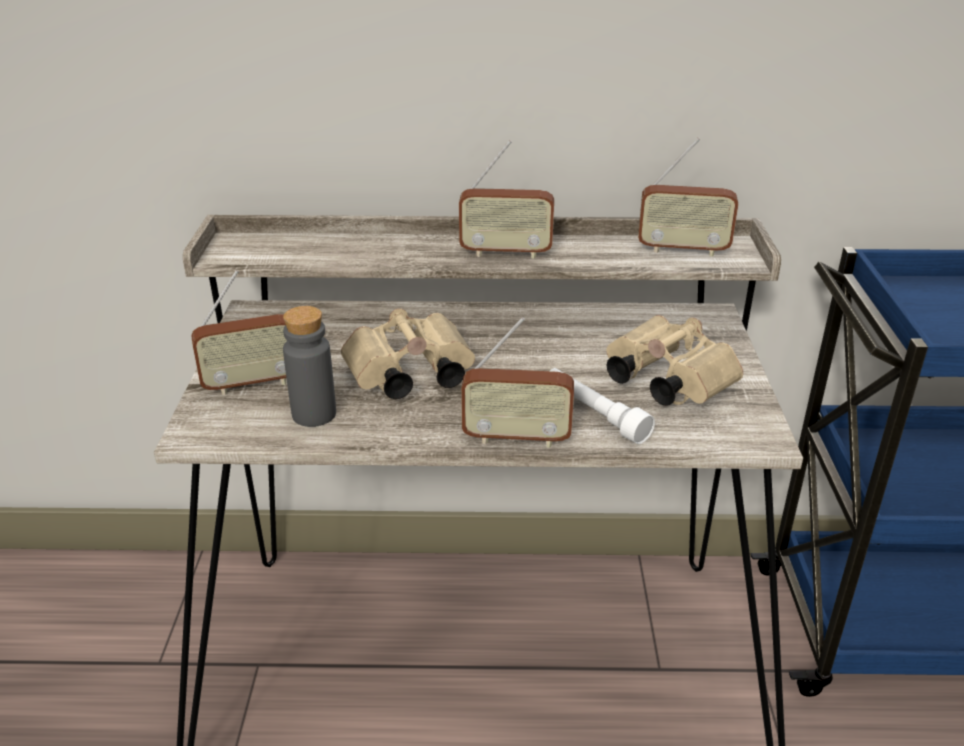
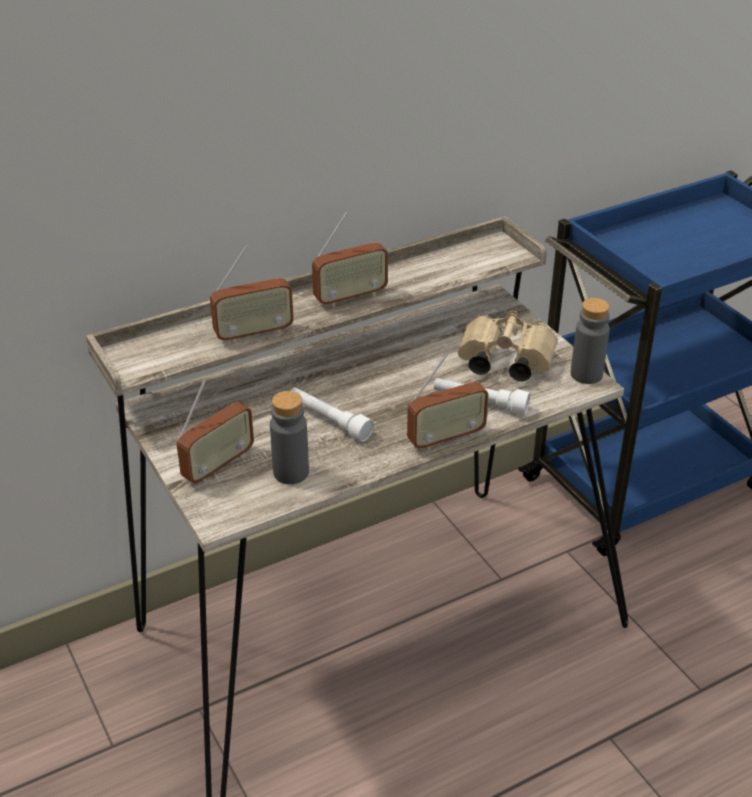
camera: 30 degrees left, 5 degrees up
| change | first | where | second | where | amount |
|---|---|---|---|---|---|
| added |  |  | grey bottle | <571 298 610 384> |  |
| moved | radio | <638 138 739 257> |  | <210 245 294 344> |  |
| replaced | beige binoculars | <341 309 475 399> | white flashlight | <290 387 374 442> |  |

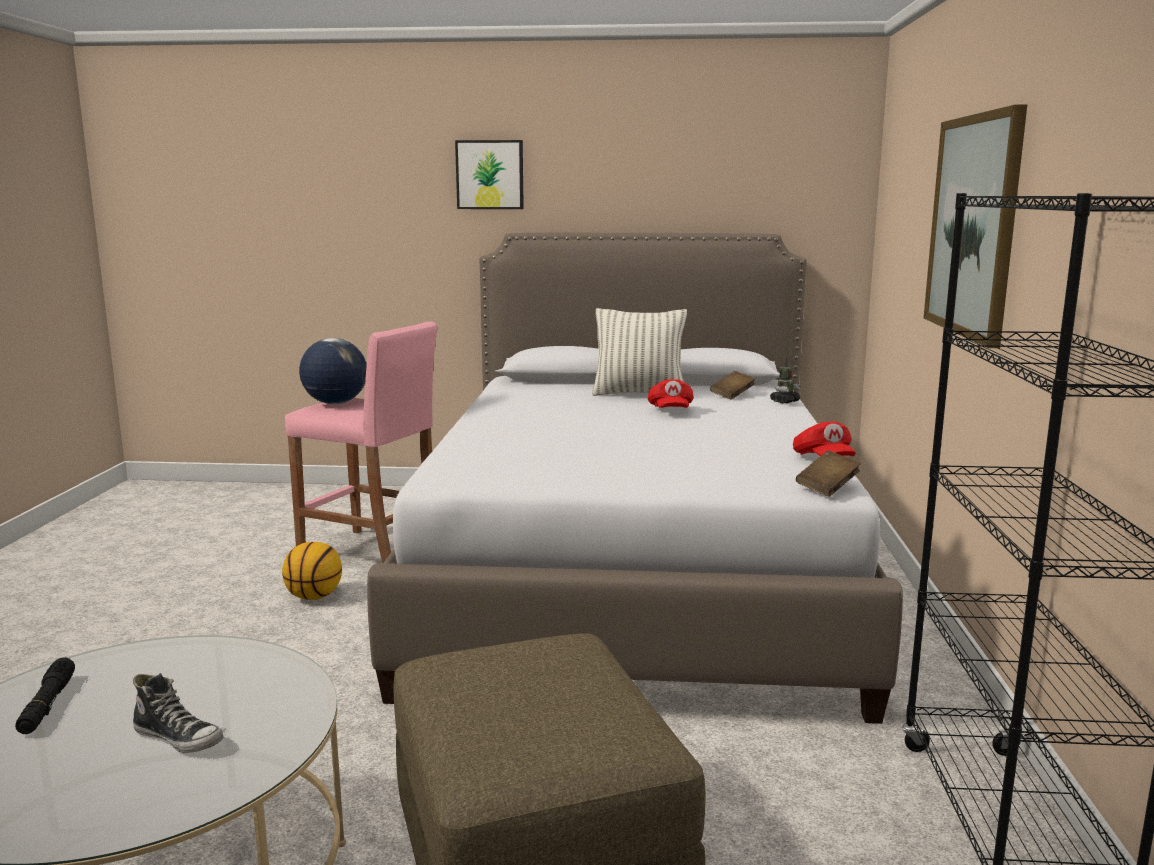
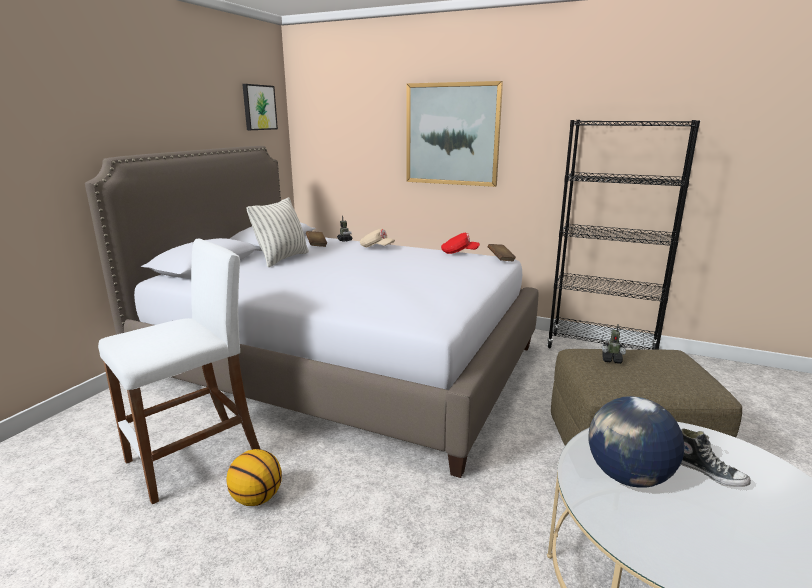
camera: 70 degrees left, 5 degrees up
| change | first | where | second | where | amount |
|---|---|---|---|---|---|
| removed | black flashlight | <15 658 75 734> |  |  |  |
| removed | red cap | <648 379 694 408> |  |  |  |
| added |  |  | beige cap | <360 229 395 247> |  |
| added |  |  | toy robot | <602 324 626 364> |  |
| moved | globe | <299 338 367 404> |  | <589 396 685 487> |  |
| moved | picture | <455 140 524 209> |  | <242 84 278 130> |  |
| recoloured | pink stool | <285 321 437 563> | white stool | <98 238 261 504> |  |
| turned | shoe | <133 673 224 753> |  | <681 428 751 487> | 90 degrees clockwise |

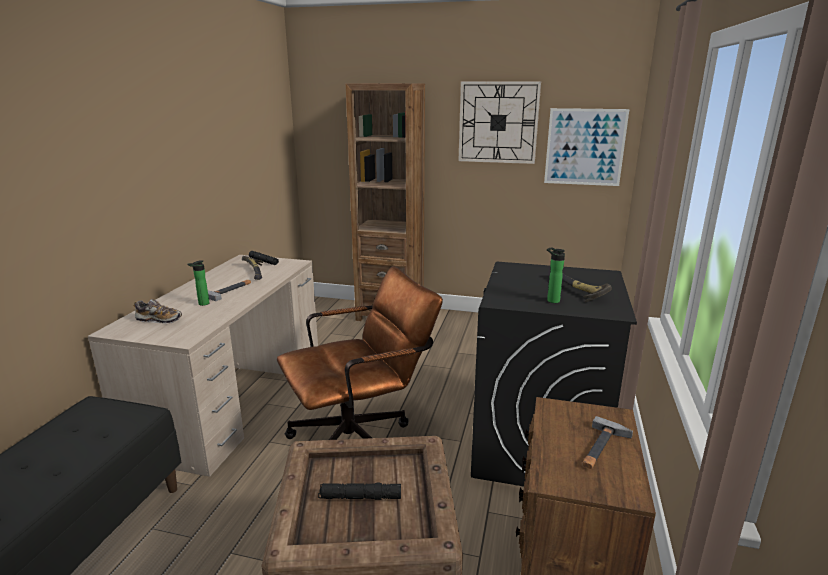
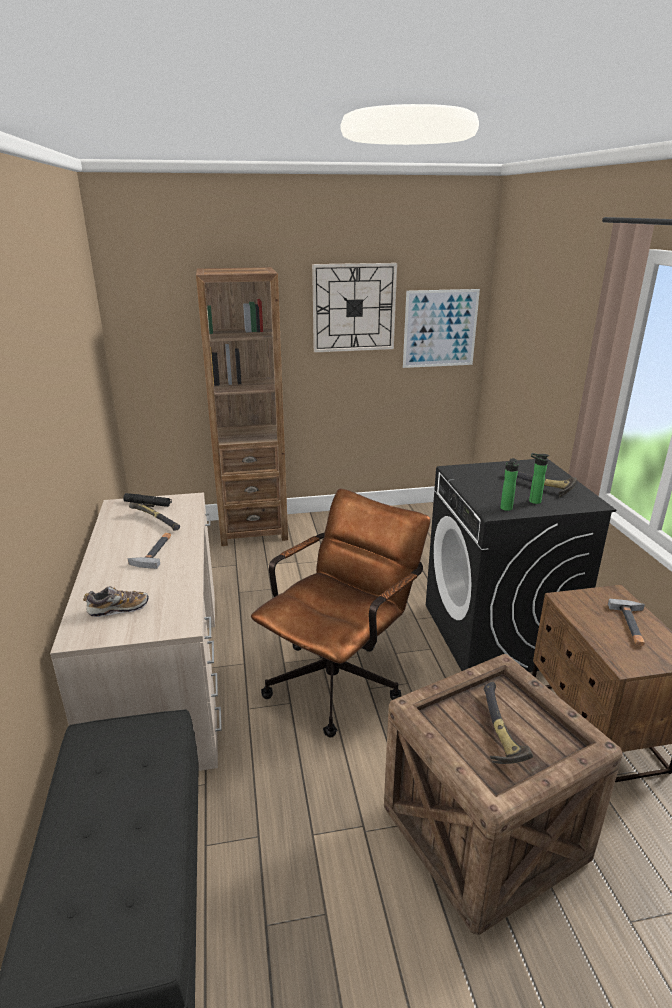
camera: 25 degrees left, 5 degrees up
| change | first | where | second | where | amount |
|---|---|---|---|---|---|
| moved | bottle | <188 260 209 306> |  | <500 458 519 511> |  |
| replaced | black flashlight | <318 482 401 500> | hammer | <484 682 533 764> |  |

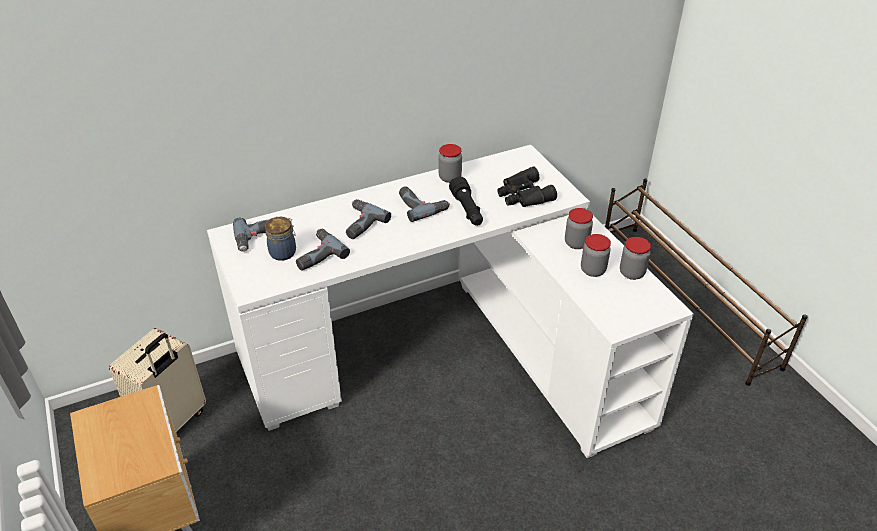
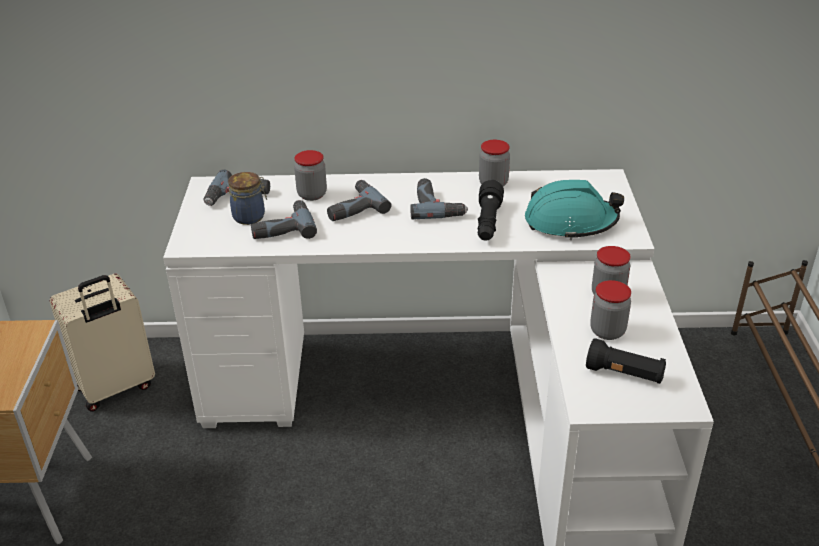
camera: 25 degrees right, 5 degrees down
| change | first | where | second | where | amount |
|---|---|---|---|---|---|
| added |  |  | black flashlight | <586 338 666 384> |  |
| moved | jar | <620 237 651 280> |  | <294 150 327 201> |  |
| replaced | black binoculars | <497 167 557 207> | turquoise hard hat | <525 180 624 240> |  |

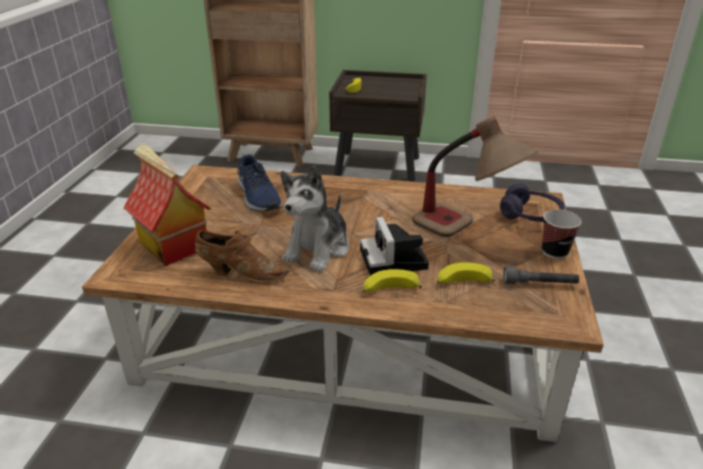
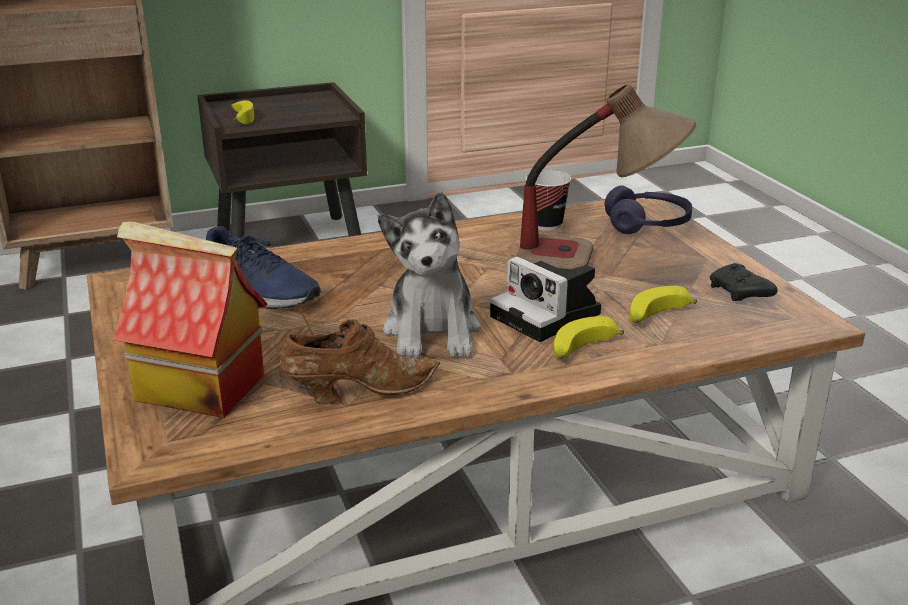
camera: 30 degrees left, 5 degrees down
| change | first | where | second | where | amount |
|---|---|---|---|---|---|
| moved | cup | <542 209 581 259> |  | <526 170 571 231> |  |
| replaced | grey flashlight | <503 267 579 285> | black game controller | <710 263 777 301> |  |

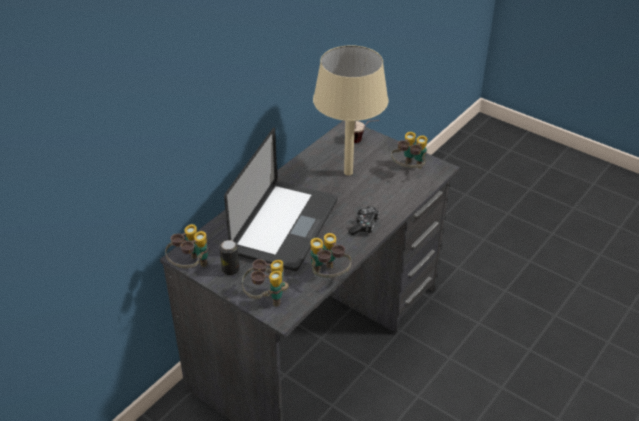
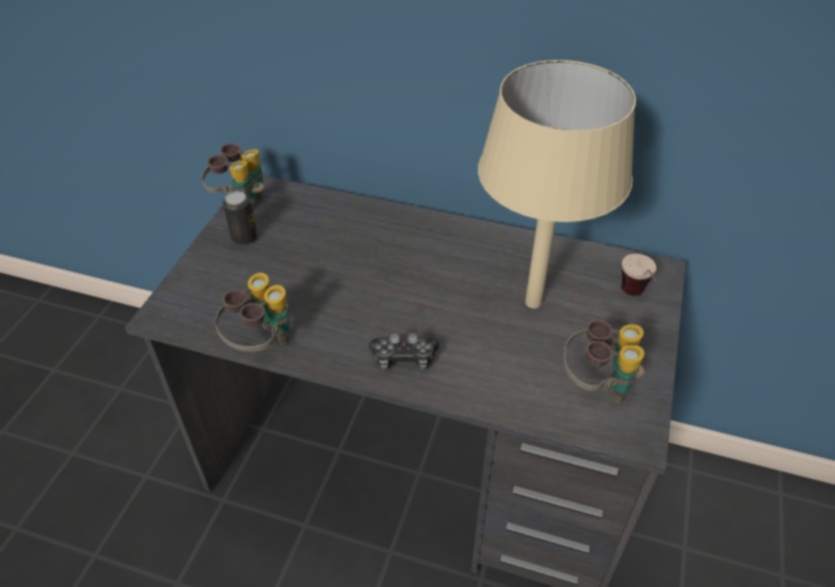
camera: 70 degrees right, 5 degrees up
| change | first | where | second | where | amount |
|---|---|---|---|---|---|
| removed | laptop | <224 128 338 271> |  |  |  |
| removed | binoculars | <242 259 289 307> |  |  |  |

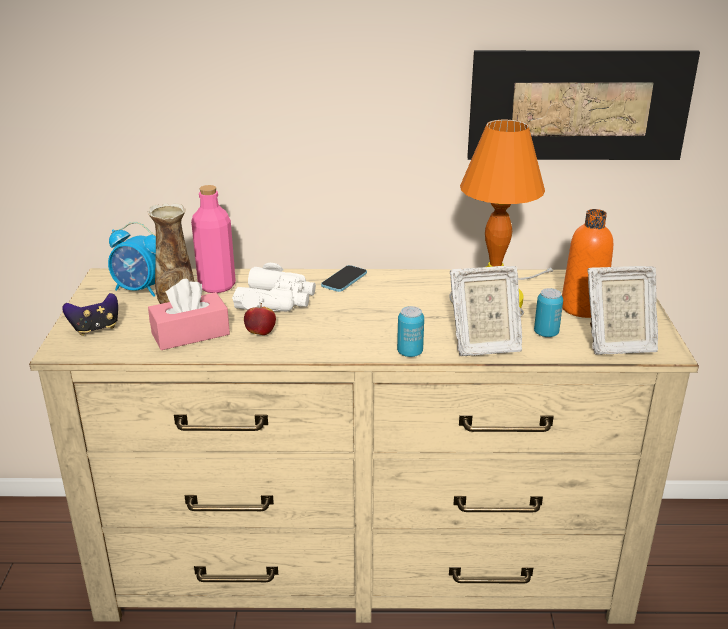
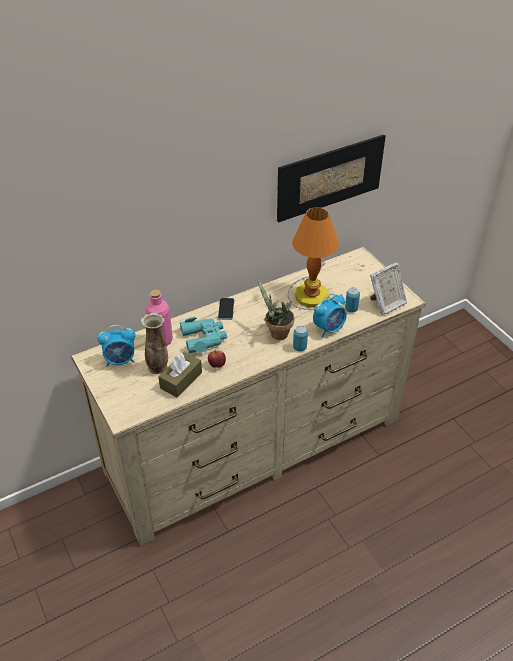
camera: 30 degrees left, 15 degrees up
| change | first | where | second | where | amount |
|---|---|---|---|---|---|
| removed | game controller | <62 293 118 336> |  |  |  |
| removed | orange bottle | <562 209 613 318> |  |  |  |
| added |  |  | potted plant | <257 279 294 340> |  |
| replaced | picture frame | <450 266 522 356> | alarm clock | <313 294 347 337> |  |
| recoloured | pink tissue box | <148 279 230 350> | brown tissue box | <158 352 202 397> |  |
| recoloured | white binoculars | <232 263 316 312> | turquoise binoculars | <179 317 227 353> |  |

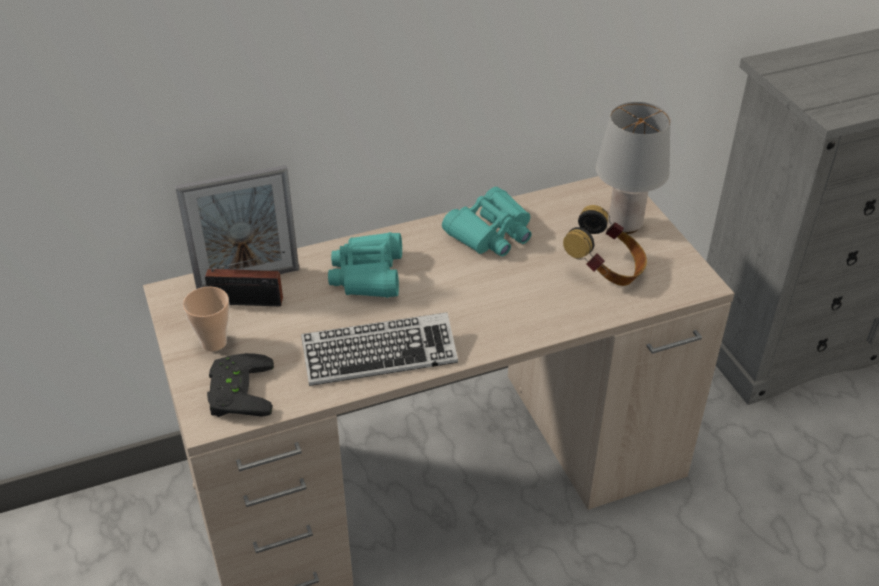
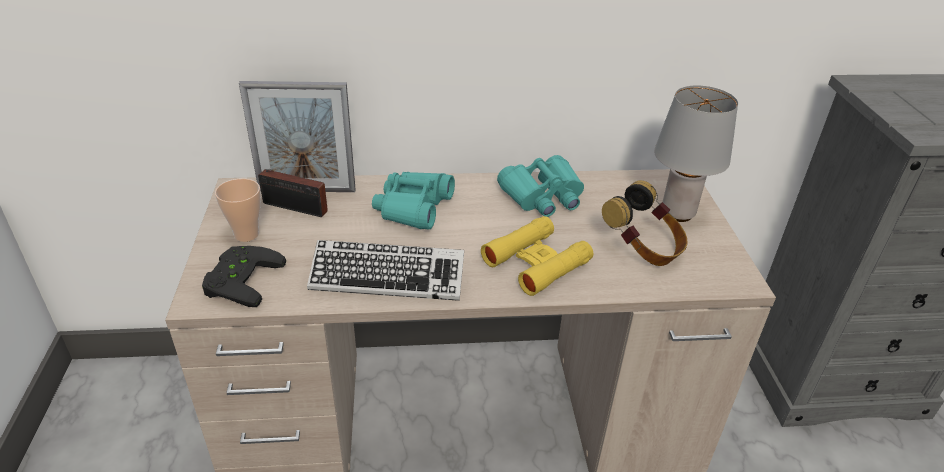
camera: 15 degrees right, 5 degrees down
| change | first | where | second | where | amount |
|---|---|---|---|---|---|
| added |  |  | yellow binoculars | <481 216 593 296> |  |

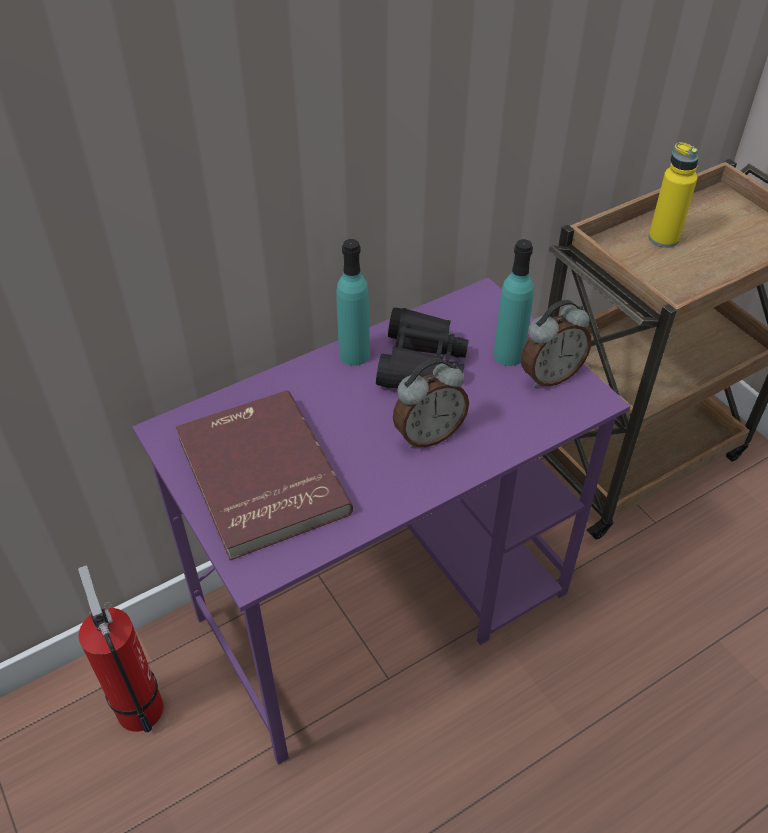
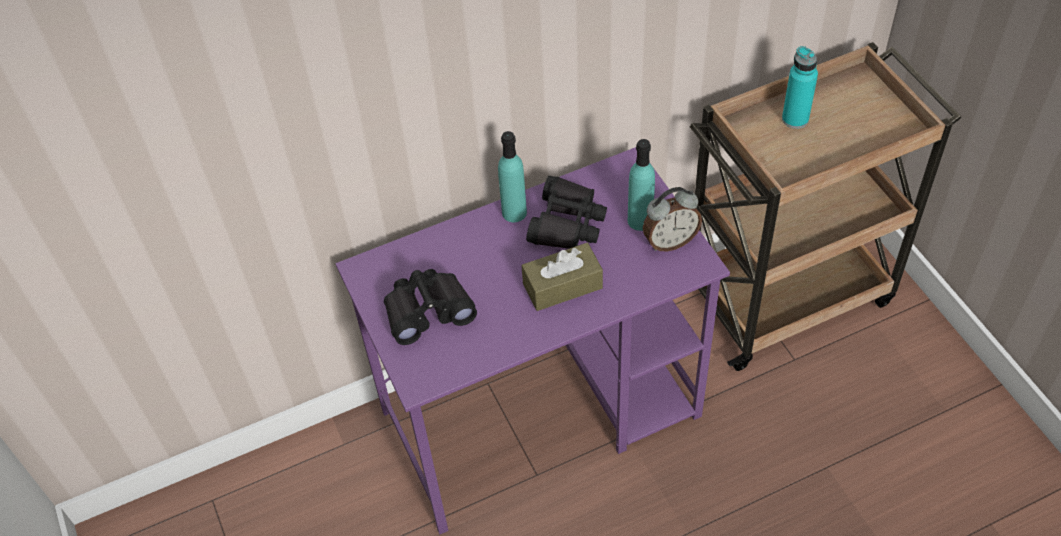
camera: 10 degrees right, 5 degrees up
| change | first | where | second | where | amount |
|---|---|---|---|---|---|
| removed | fire extinguisher | <78 566 163 732> |  |  |  |
| replaced | red book | <176 390 353 560> | black binoculars | <384 269 477 345> |  |
| replaced | alarm clock | <393 358 469 448> | brown tissue box | <521 243 603 311> |  |
| recoloured | yellow bottle | <648 142 699 248> | turquoise bottle | <782 46 818 129> |  |

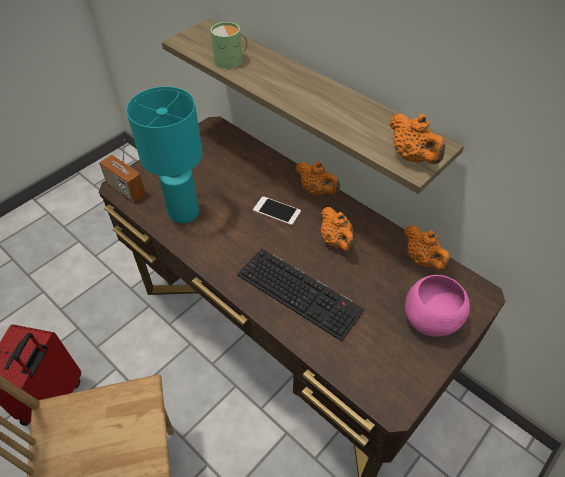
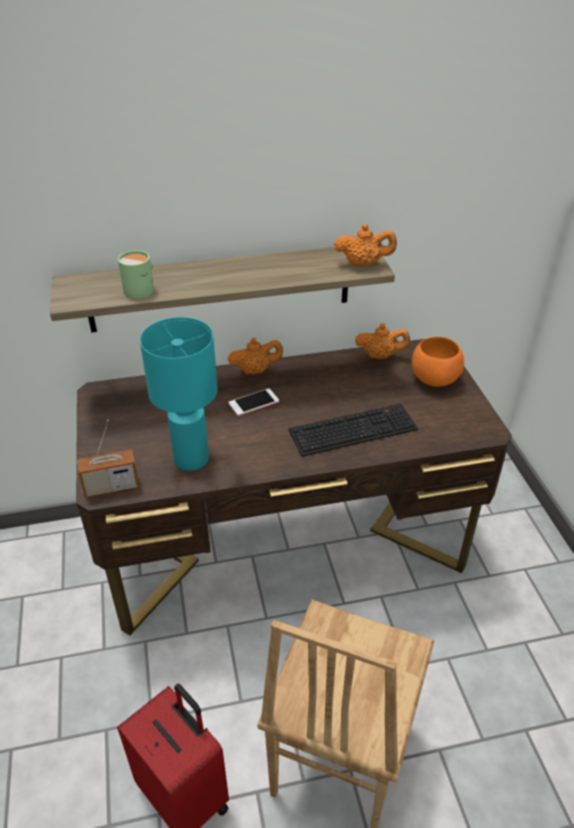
camera: 55 degrees left, 10 degrees down
| change | first | where | second | where | amount |
|---|---|---|---|---|---|
| removed | orange teapot | <321 207 354 253> |  |  |  |
| recoloured | pink bowl | <405 275 470 337> | orange bowl | <412 337 464 387> |  |

